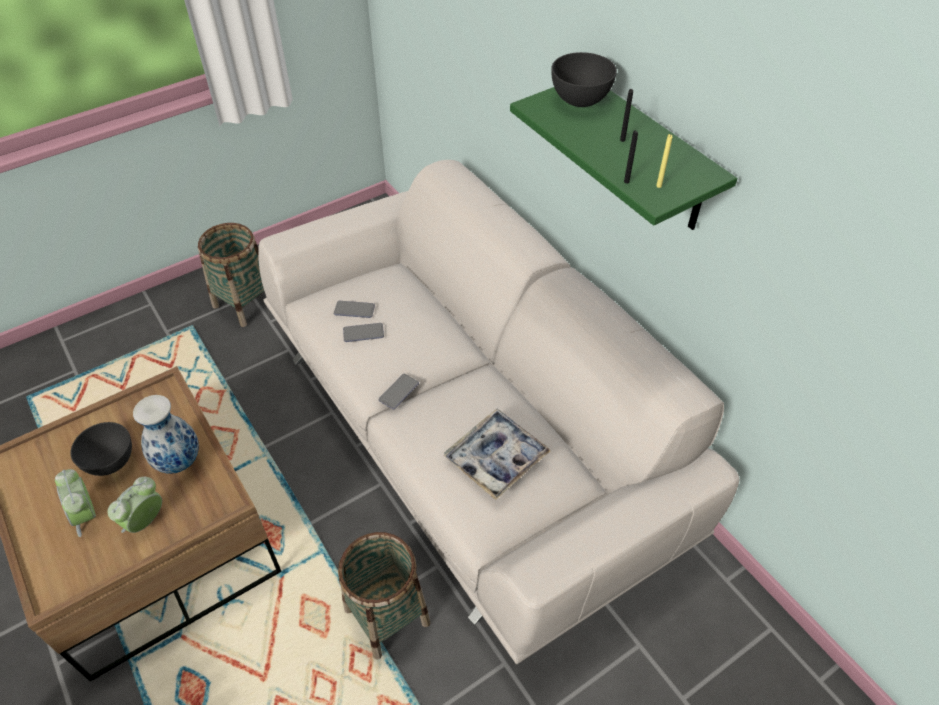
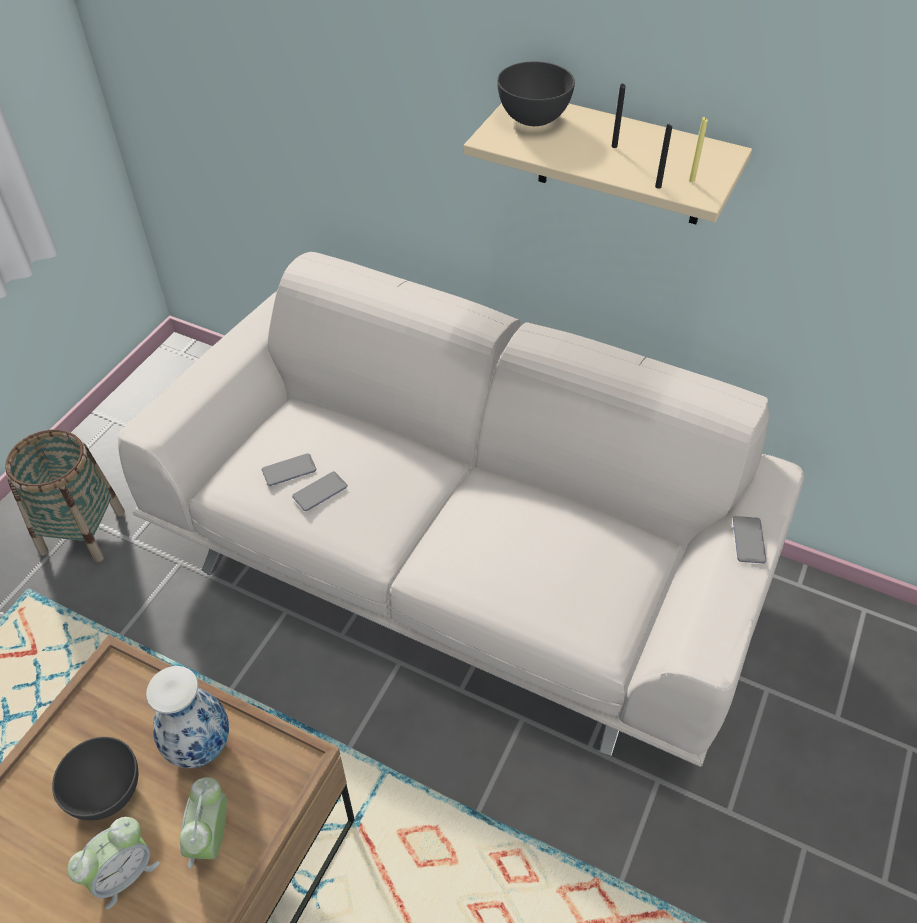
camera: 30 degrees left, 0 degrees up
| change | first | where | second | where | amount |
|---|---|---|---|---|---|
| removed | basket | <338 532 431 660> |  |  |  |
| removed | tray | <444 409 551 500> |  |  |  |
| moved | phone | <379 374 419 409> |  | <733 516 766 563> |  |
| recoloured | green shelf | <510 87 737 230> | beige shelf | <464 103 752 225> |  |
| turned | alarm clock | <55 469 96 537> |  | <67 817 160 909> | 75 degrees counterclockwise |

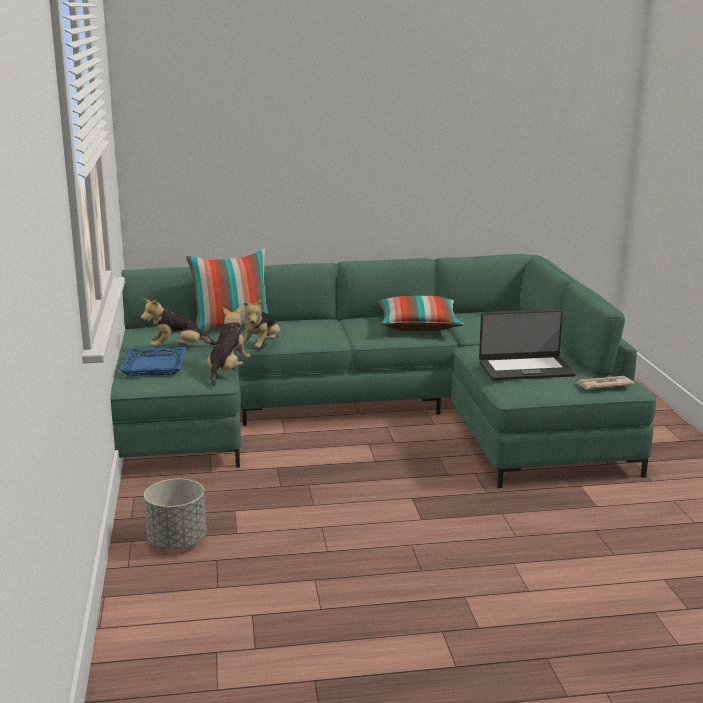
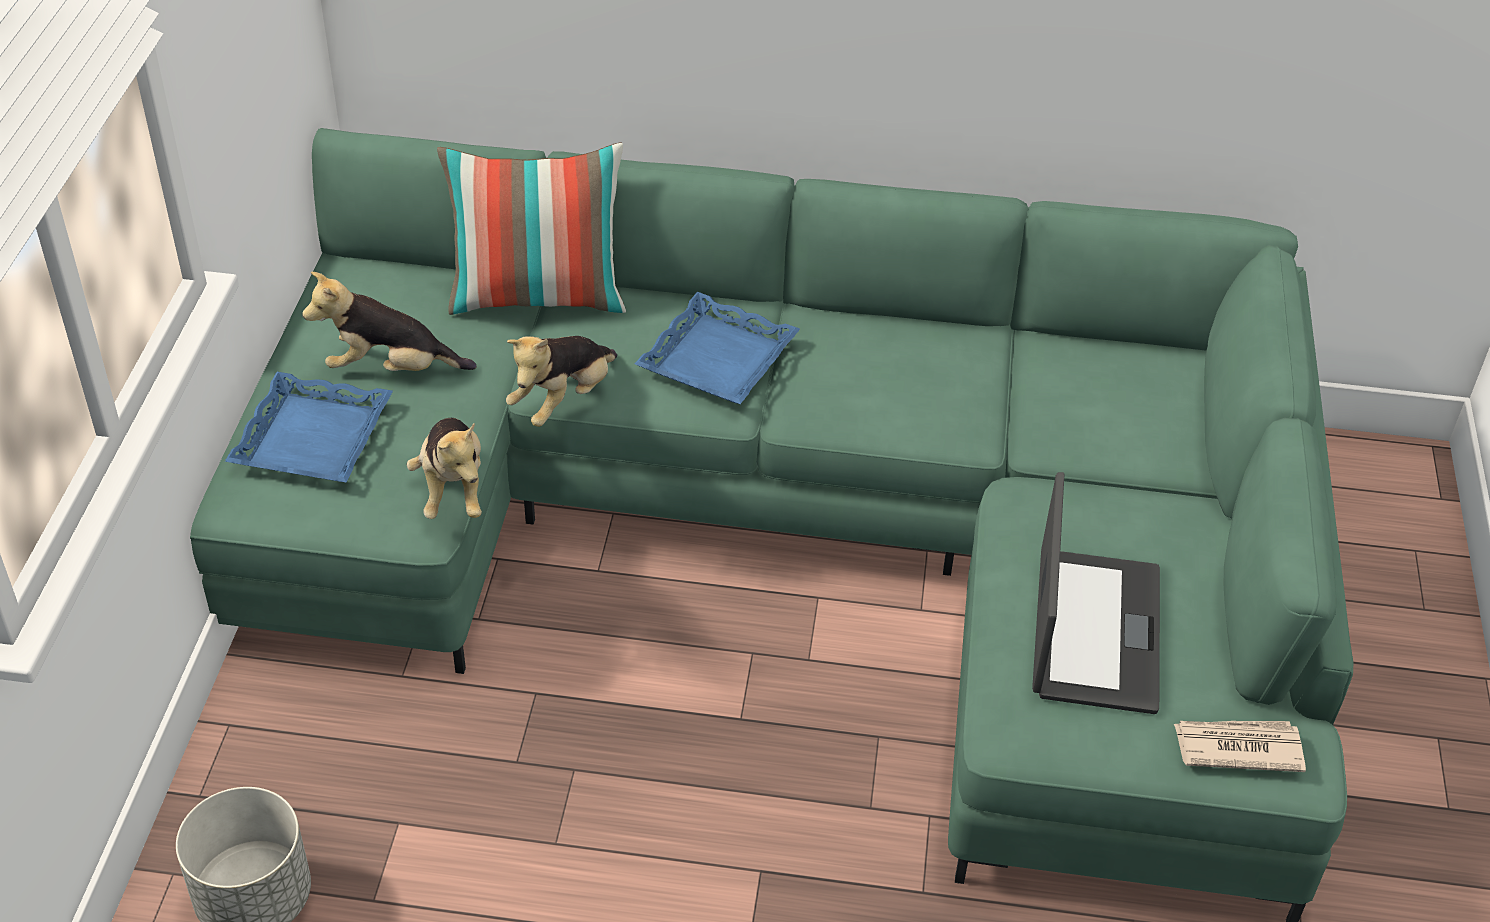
camera: 15 degrees right, 25 degrees up
| change | first | where | second | where | amount |
|---|---|---|---|---|---|
| removed | pillow | <378 296 463 331> |  |  |  |
| added |  |  | blue tray | <635 292 800 404> |  |
| turned | plush toy | <208 307 250 386> |  | <407 418 482 519> | 135 degrees clockwise |
| turned | laptop | <479 310 576 380> |  | <1032 472 1160 714> | 90 degrees counterclockwise |

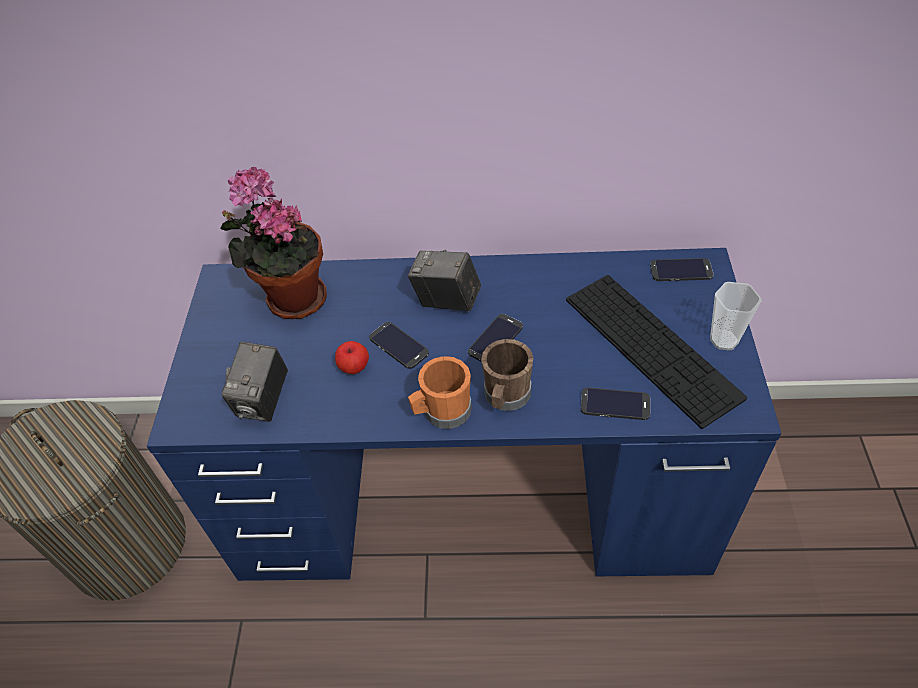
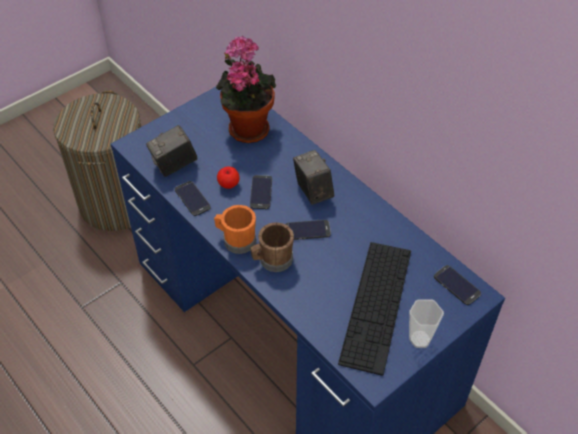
camera: 45 degrees right, 0 degrees up
| change | first | where | second | where | amount |
|---|---|---|---|---|---|
| moved | phone | <581 388 650 420> |  | <175 181 211 216> |  |

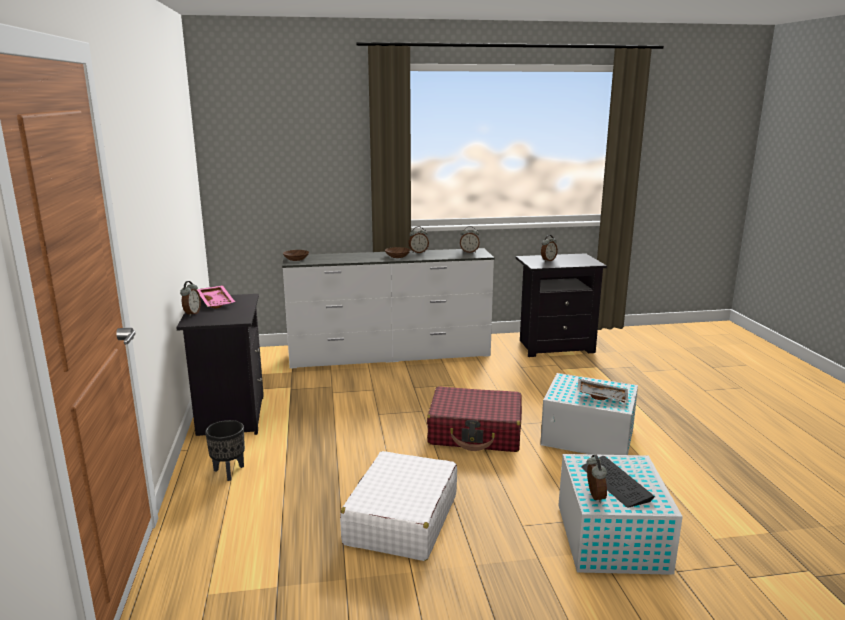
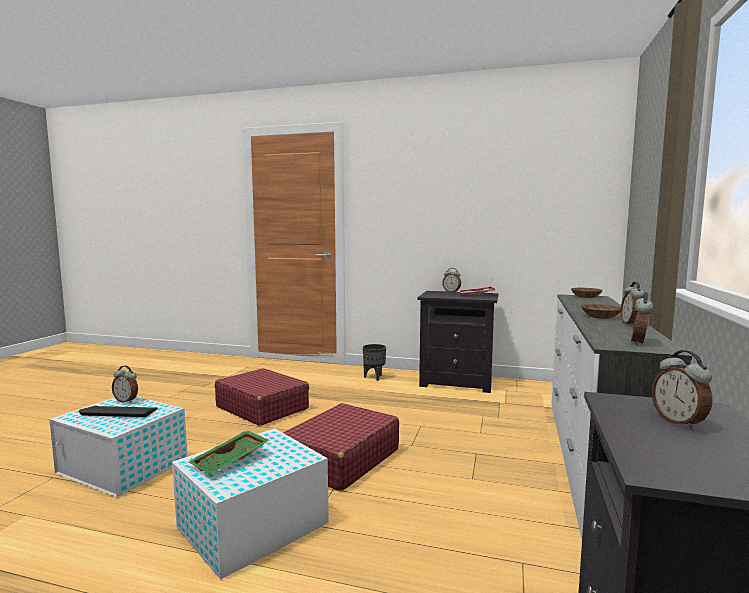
camera: 115 degrees right, 10 degrees down
| change | first | where | second | where | amount |
|---|---|---|---|---|---|
| recoloured | white suitcase | <340 451 457 561> | red suitcase | <215 368 309 426> |  |
| recoloured | grey tray | <577 379 628 403> | green tray | <188 430 270 474> |  |

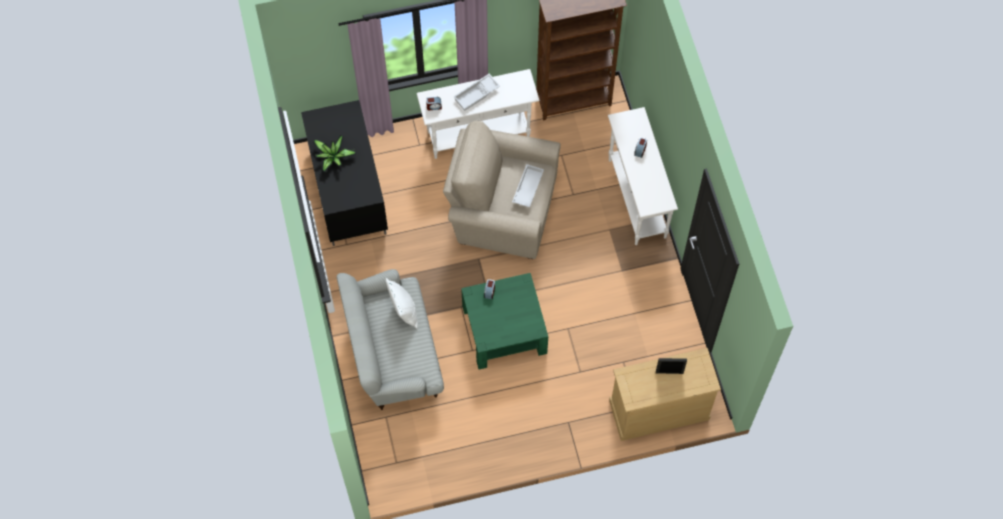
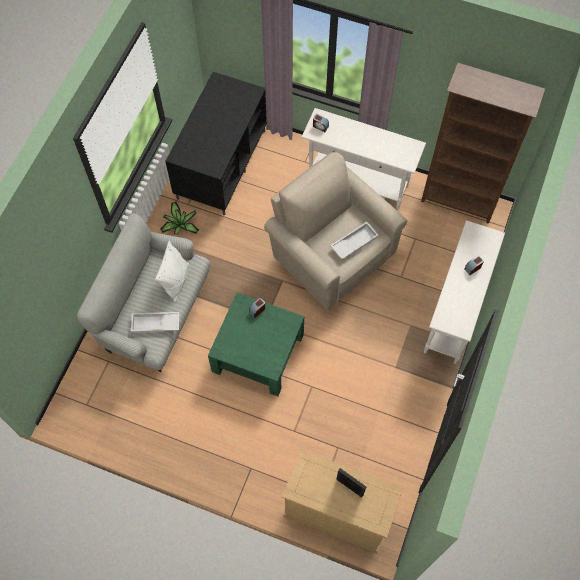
camera: 35 degrees right, 0 degrees up
| change | first | where | second | where | amount |
|---|---|---|---|---|---|
| moved | potted plant | <313 135 356 172> |  | <161 202 199 235> |  |
| moved | white tray | <453 74 500 111> |  | <131 312 179 333> |  |

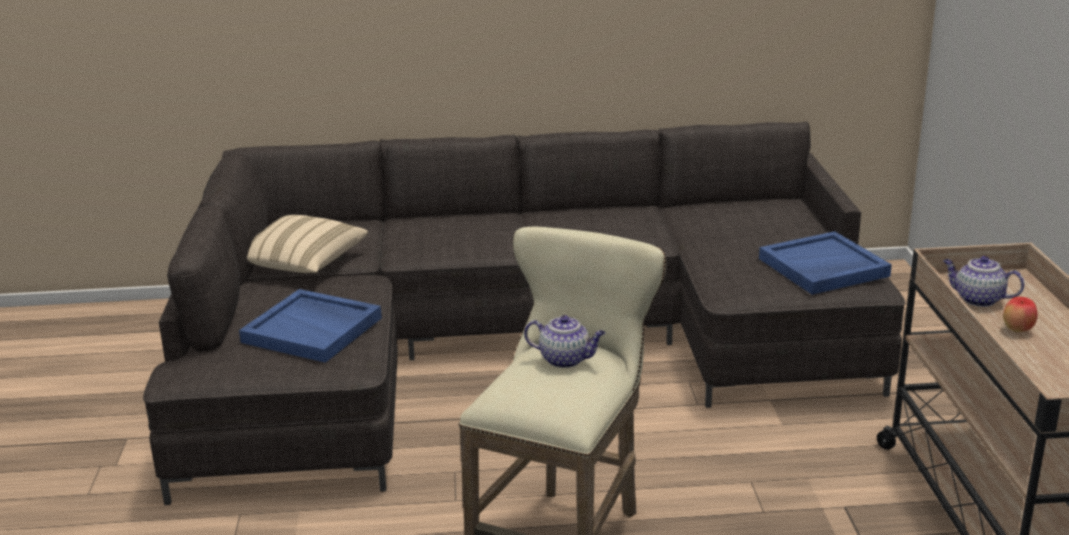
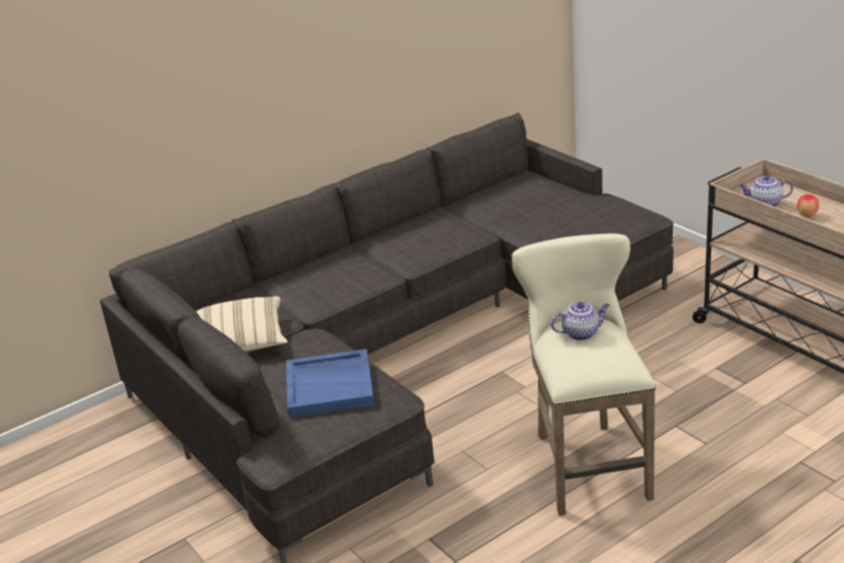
camera: 30 degrees left, 5 degrees up
| change | first | where | second | where | amount |
|---|---|---|---|---|---|
| removed | blue tray | <759 231 892 295> |  |  |  |

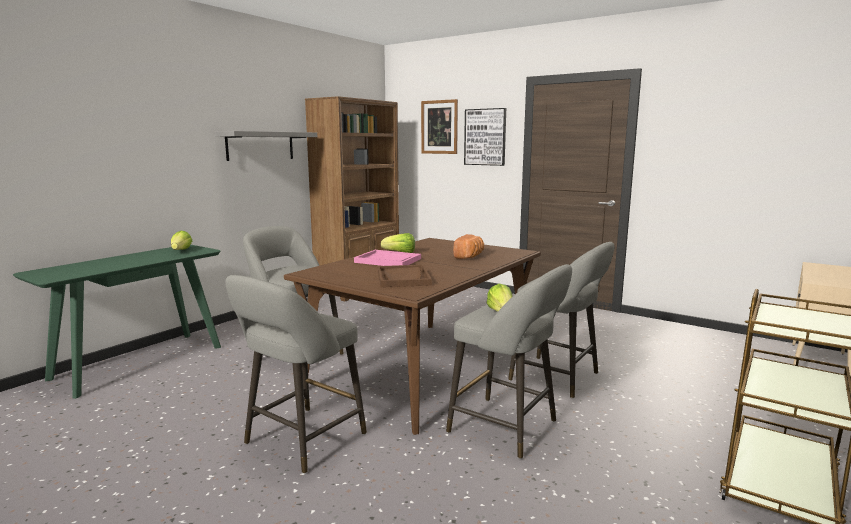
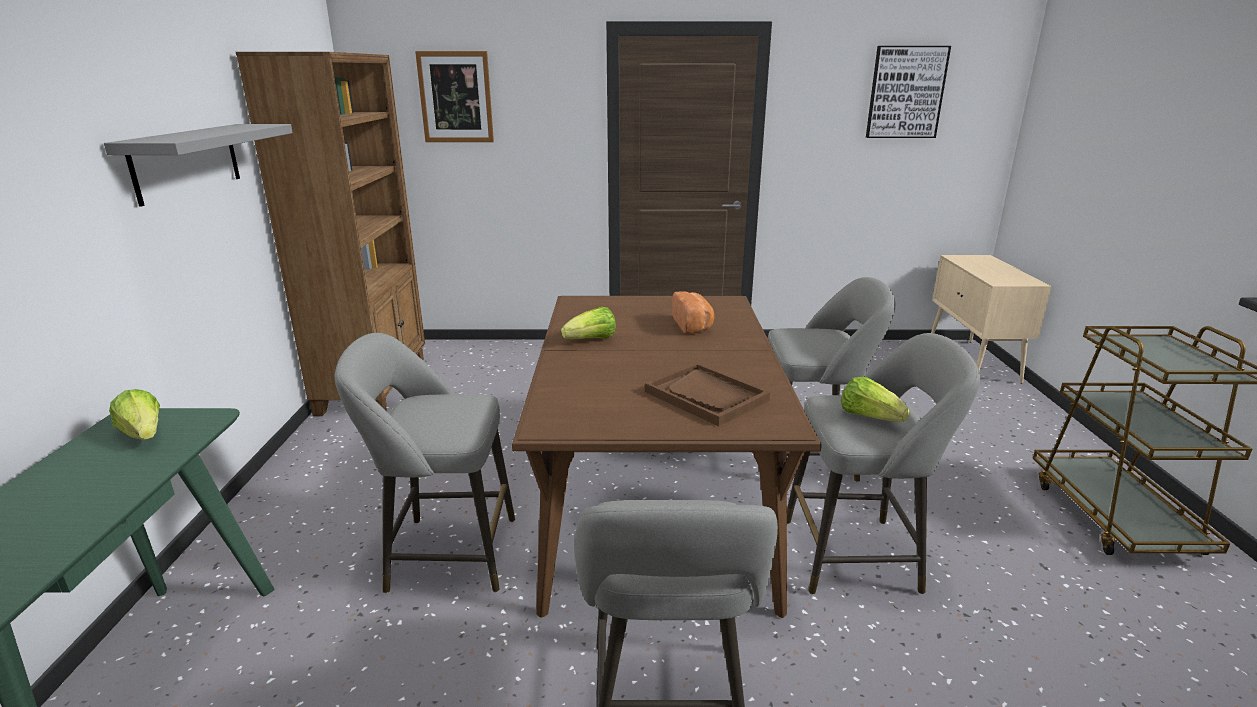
camera: 35 degrees left, 10 degrees up
| change | first | where | second | where | amount |
|---|---|---|---|---|---|
| removed | pink tray | <354 250 421 266> |  |  |  |
| moved | picture | <464 108 506 166> |  | <866 46 951 138> |  |

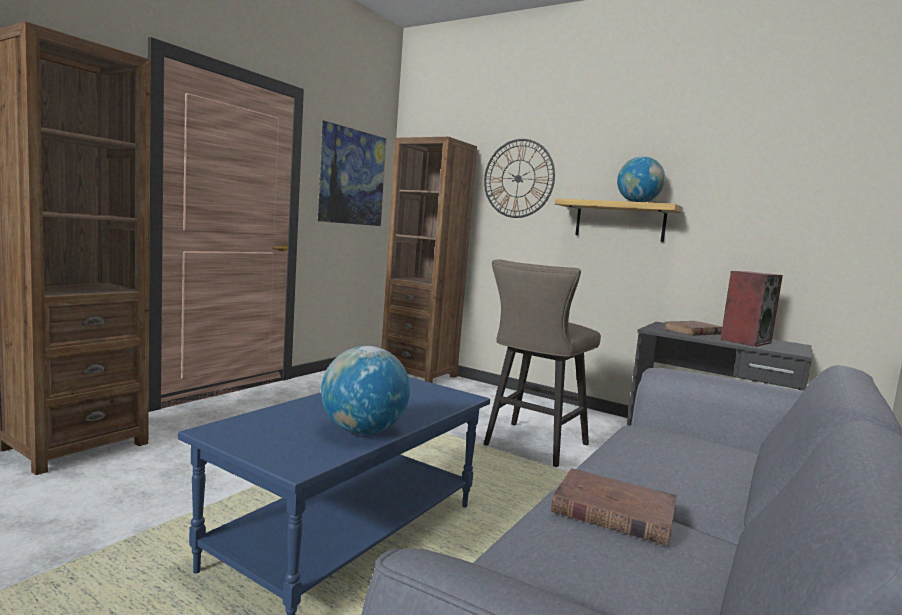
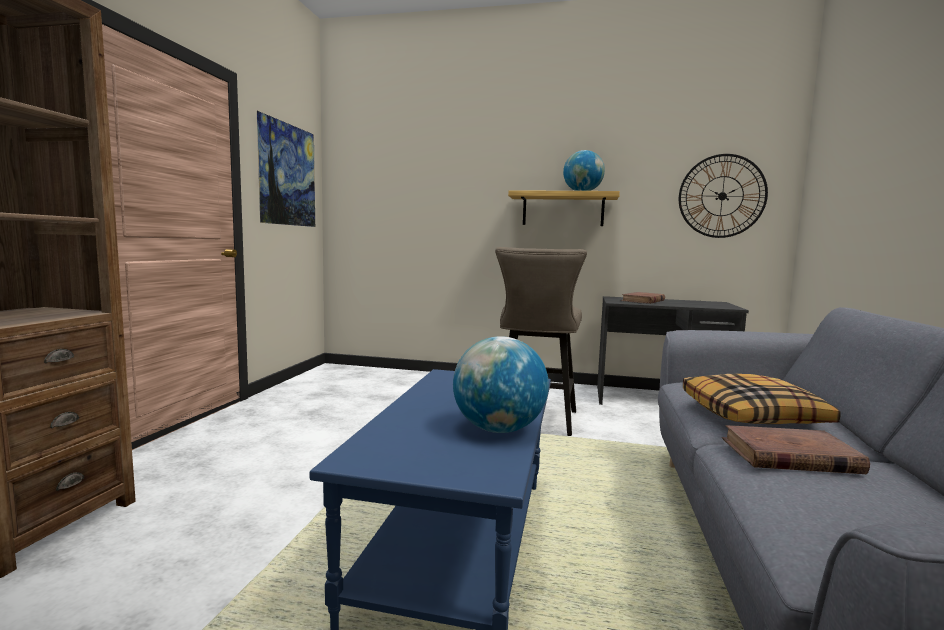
camera: 20 degrees left, 0 degrees up
| change | first | where | second | where | amount |
|---|---|---|---|---|---|
| removed | brown bookcase | <381 137 477 383> |  |  |  |
| removed | speaker | <720 271 783 347> |  |  |  |
| added |  |  | pillow | <683 374 841 424> |  |
| moved | wall clock | <484 139 555 218> |  | <679 154 768 238> |  |

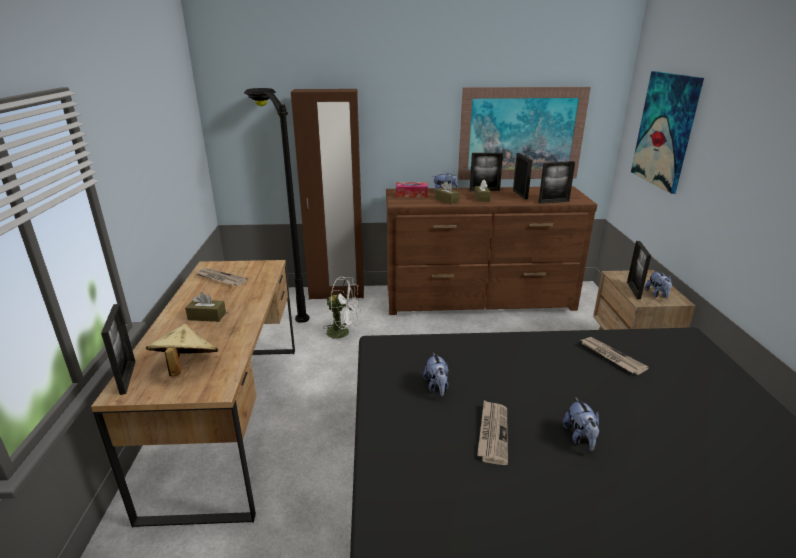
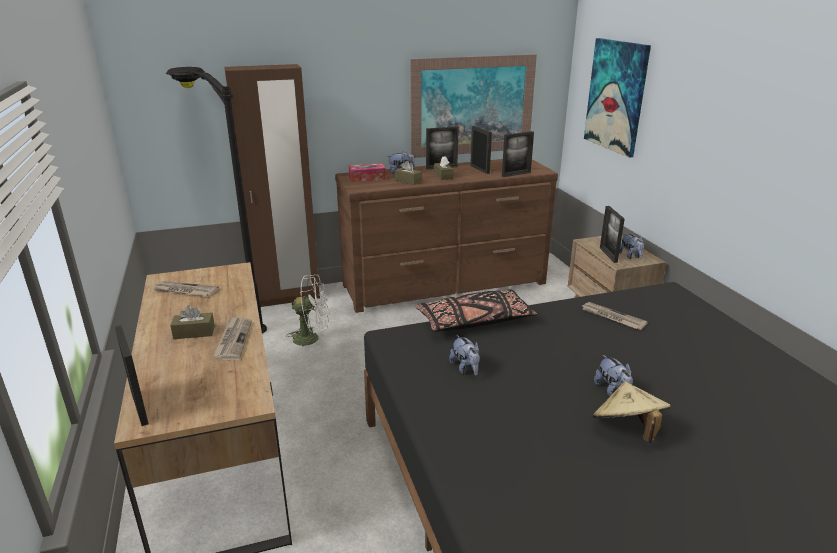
camera: 15 degrees left, 0 degrees up
| change | first | where | second | where | amount |
|---|---|---|---|---|---|
| added |  |  | black pillow | <416 289 537 332> |  |
| moved | beige hat | <146 324 218 377> |  | <593 382 671 443> |  |
| moved | newspaper | <477 400 508 465> |  | <213 316 252 361> |  |

